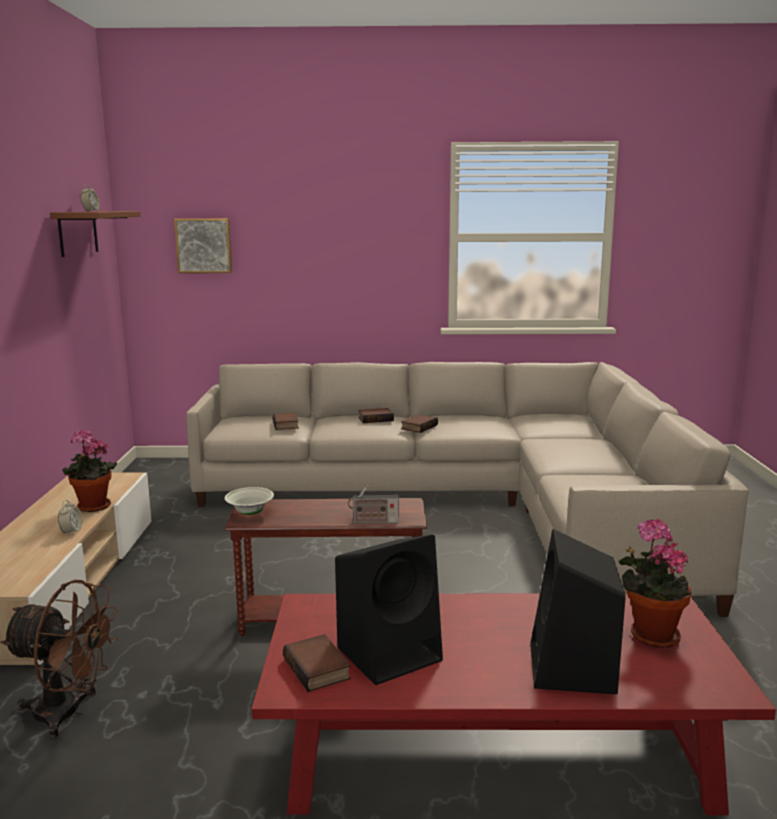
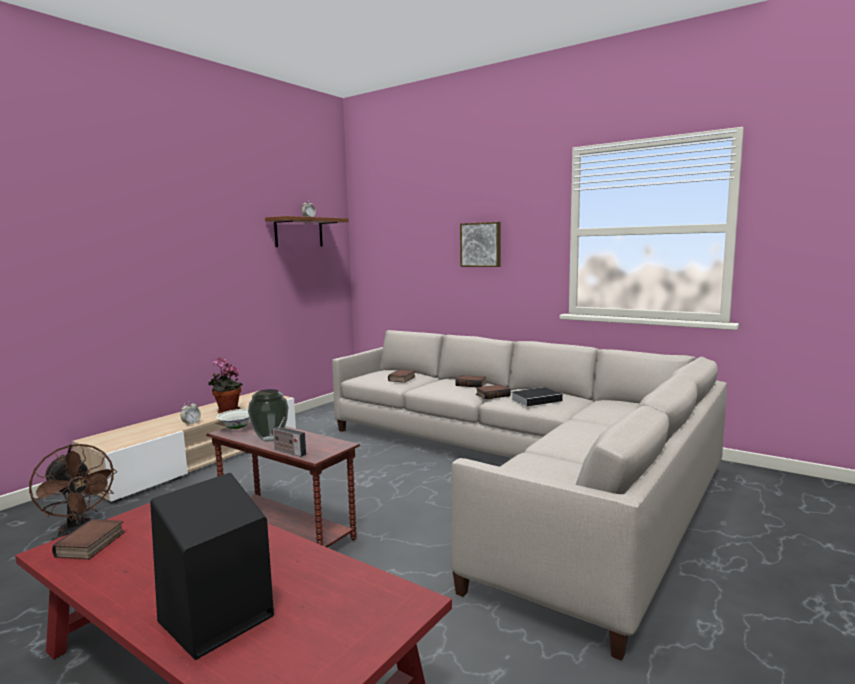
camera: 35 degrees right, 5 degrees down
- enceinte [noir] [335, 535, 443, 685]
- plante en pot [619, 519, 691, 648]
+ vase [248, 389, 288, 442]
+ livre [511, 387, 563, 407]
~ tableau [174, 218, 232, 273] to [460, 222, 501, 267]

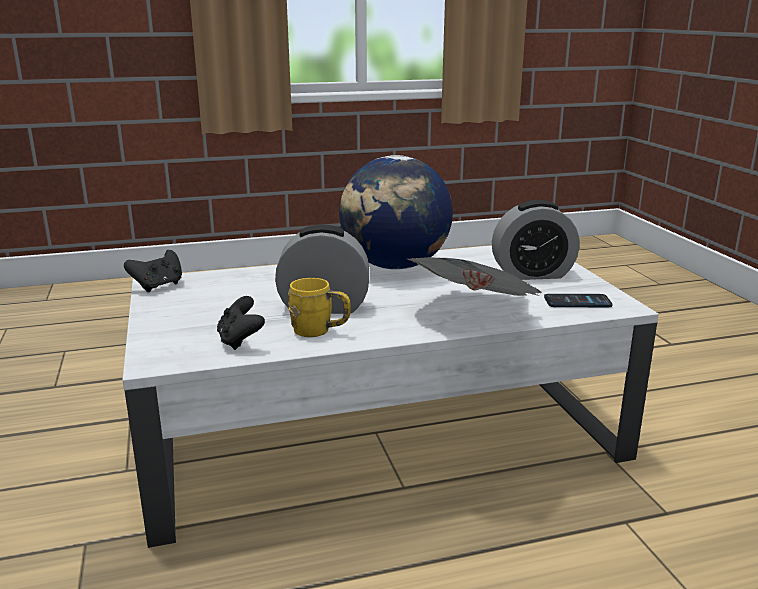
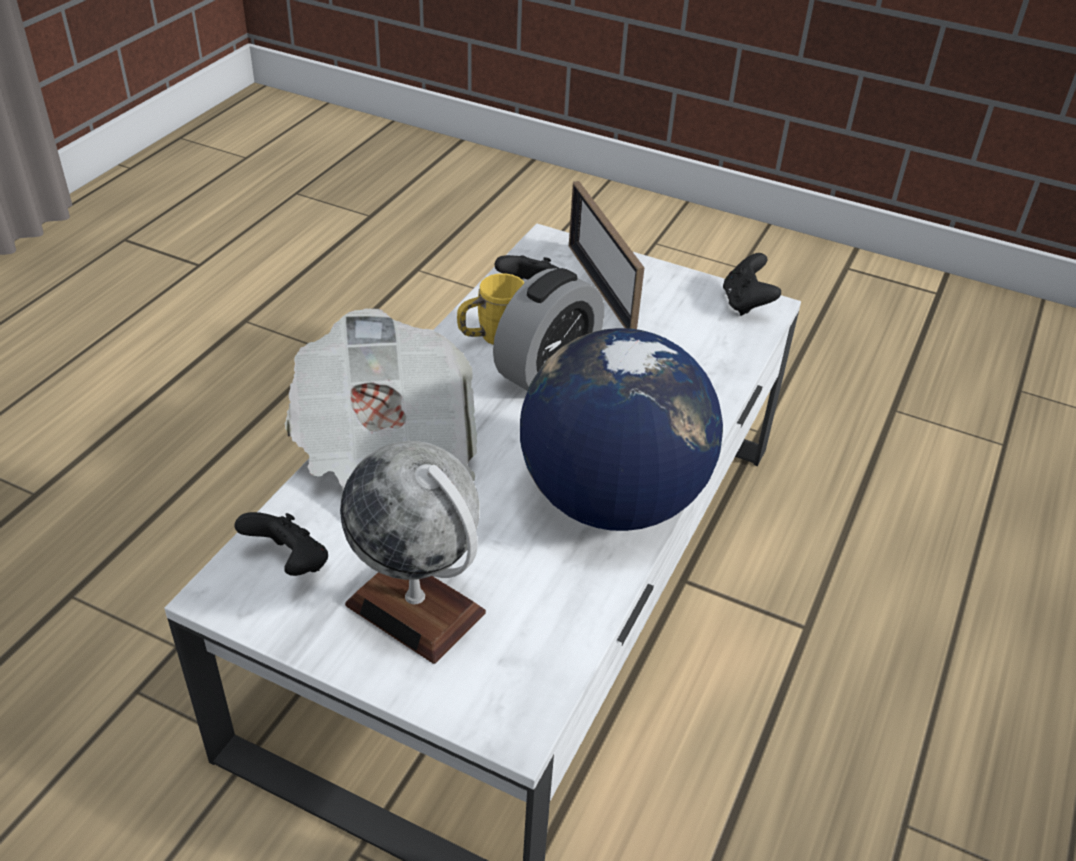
camera: 130 degrees right, 20 degrees up
+ cadre photo [569, 181, 644, 329]
~ réveil [492, 200, 580, 280] to globe [340, 441, 486, 664]
~ téléphone [544, 294, 613, 307] to manette [noir] [234, 512, 328, 576]

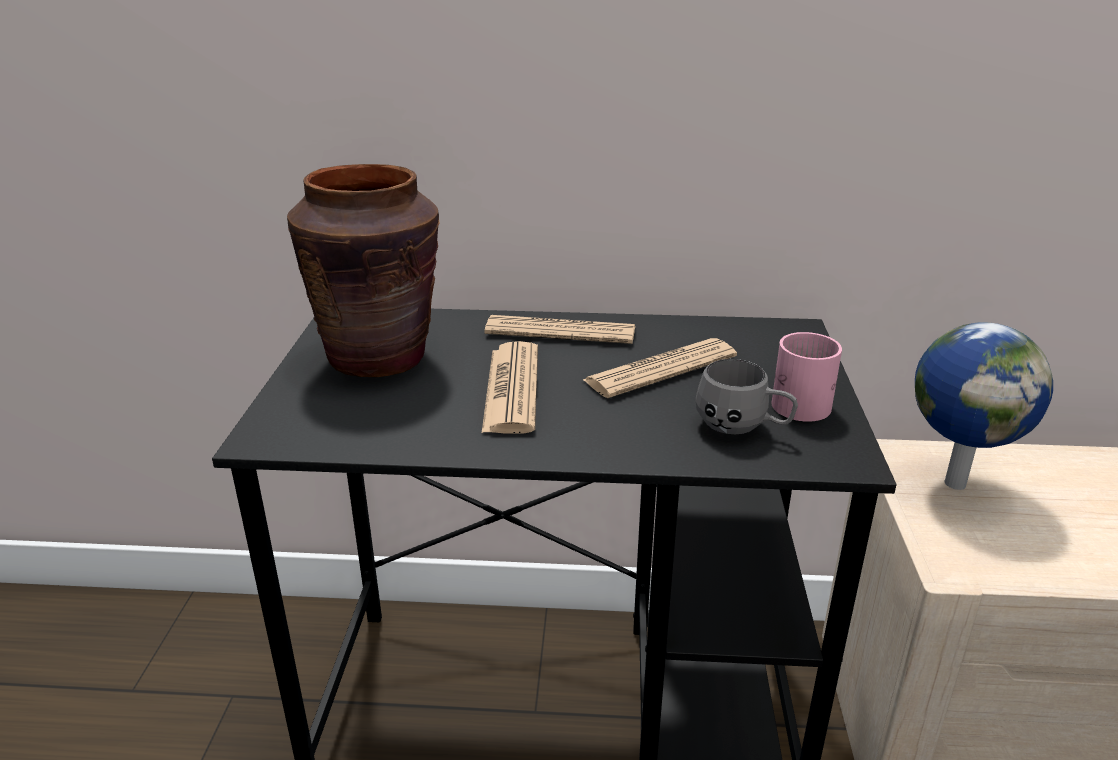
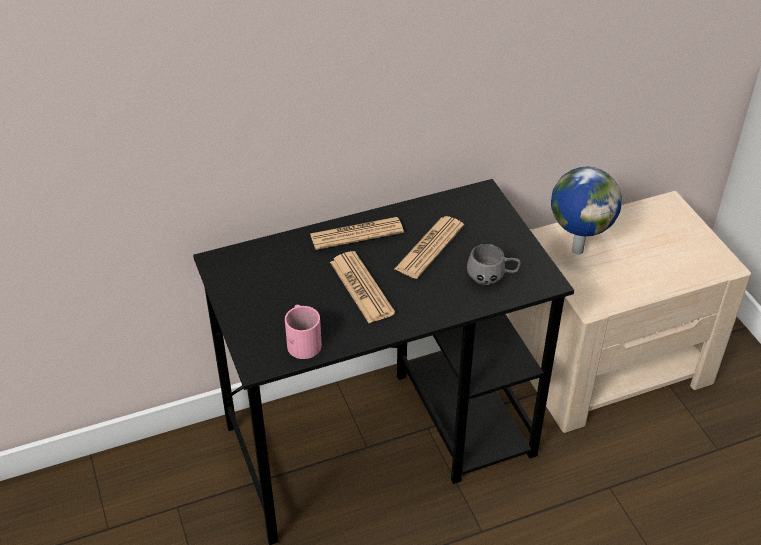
camera: 25 degrees left, 15 degrees up
- vase [marron] [287, 164, 440, 377]
~ mug [rose] [771, 332, 842, 422] to [285, 305, 322, 359]

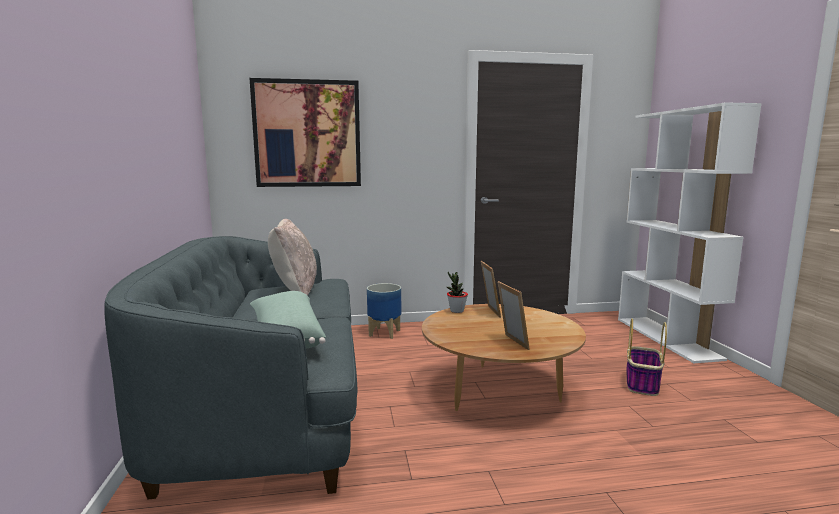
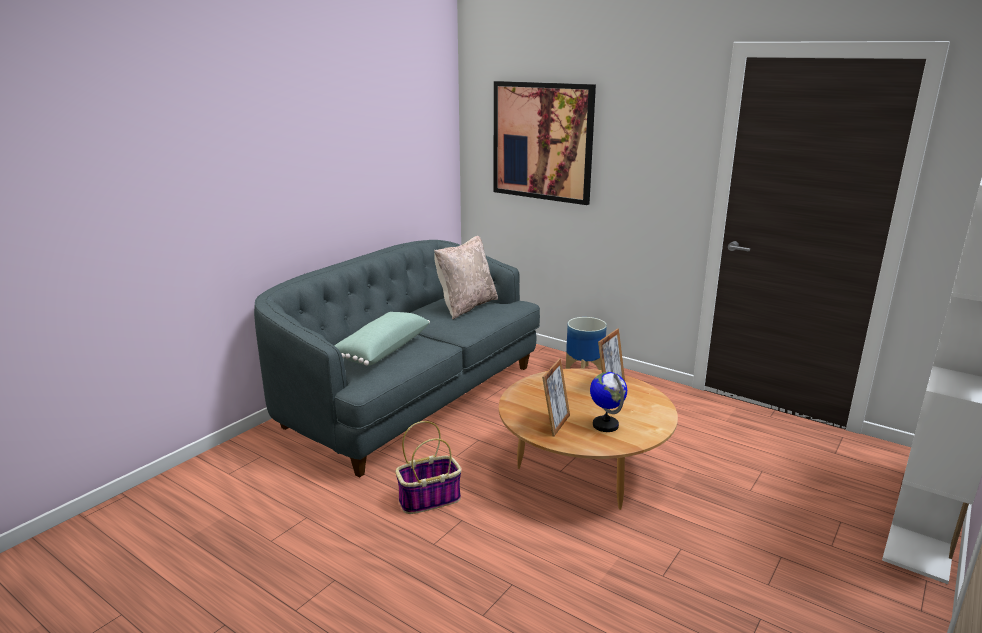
camera: 45 degrees right, 10 degrees up
- plante en pot [447, 272, 468, 313]
+ globe [590, 372, 627, 432]
~ panier [627, 318, 667, 396] to [395, 421, 462, 514]

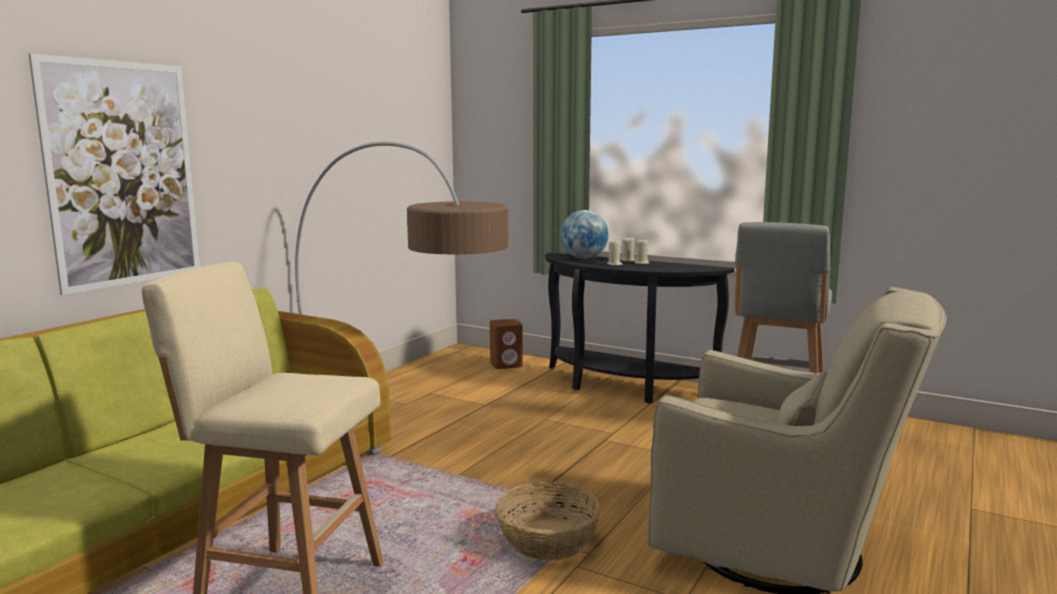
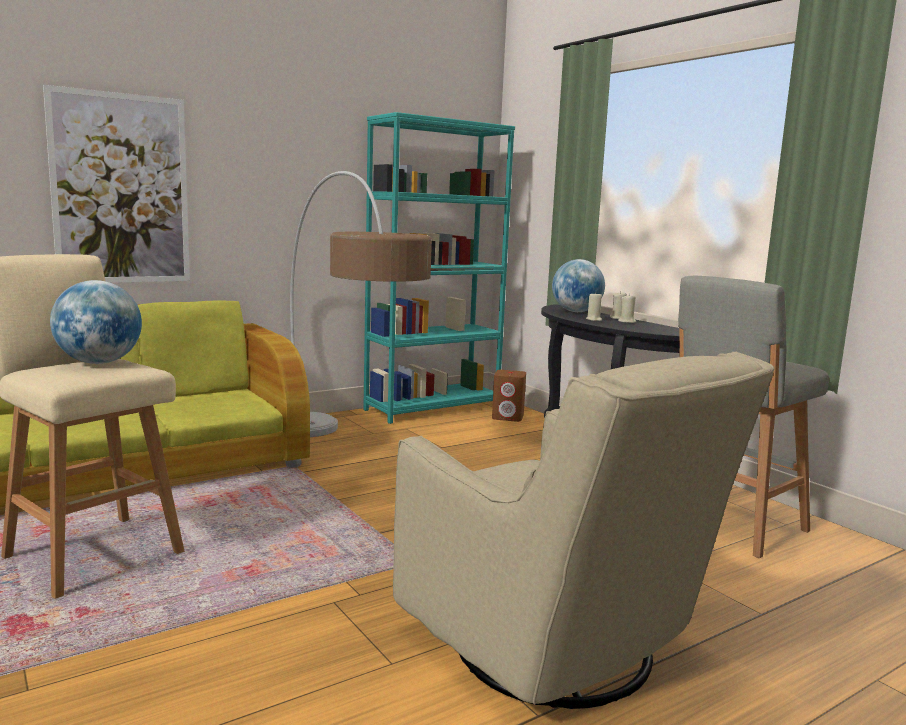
camera: 25 degrees right, 0 degrees up
- panier [495, 482, 601, 561]
+ globe [50, 280, 142, 364]
+ bibliothèque [turquoise] [363, 112, 515, 424]

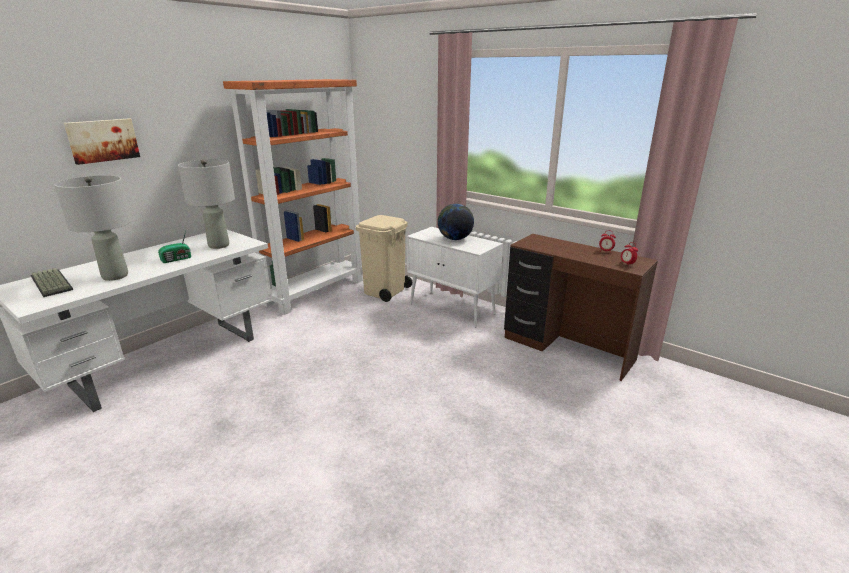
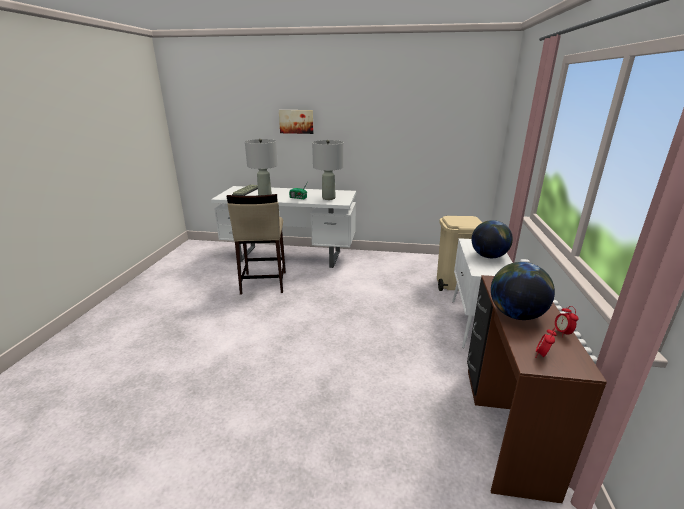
camera: 60 degrees right, 0 degrees up
- bibliothèque [orange] [223, 79, 363, 315]
+ tabouret [beige] [226, 194, 286, 294]
+ globe [491, 262, 555, 320]

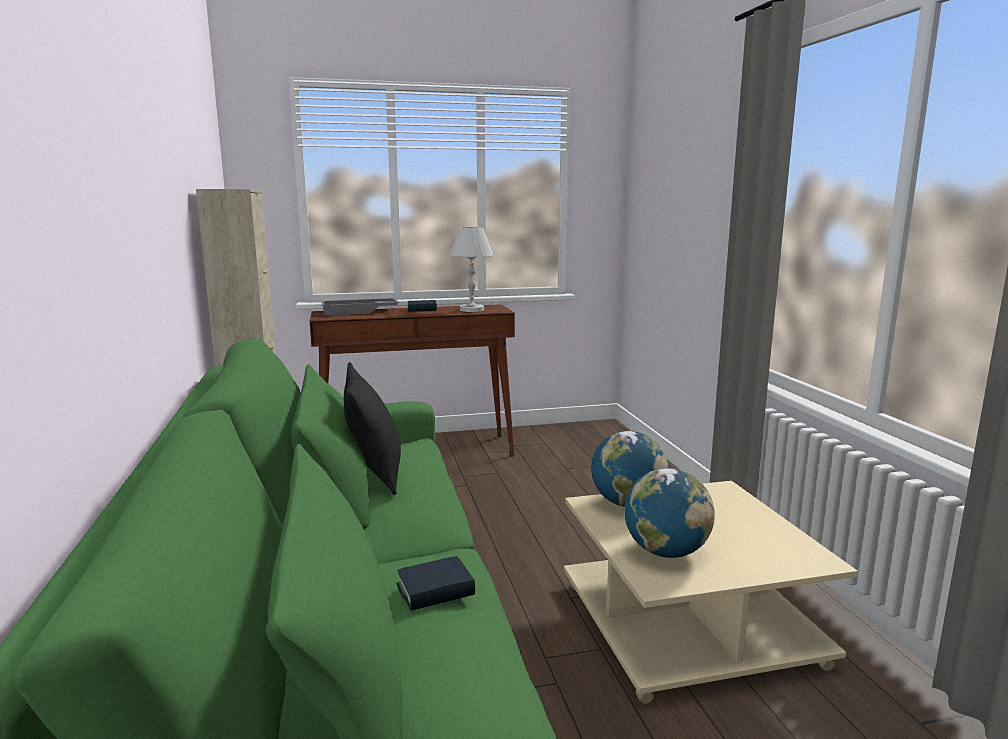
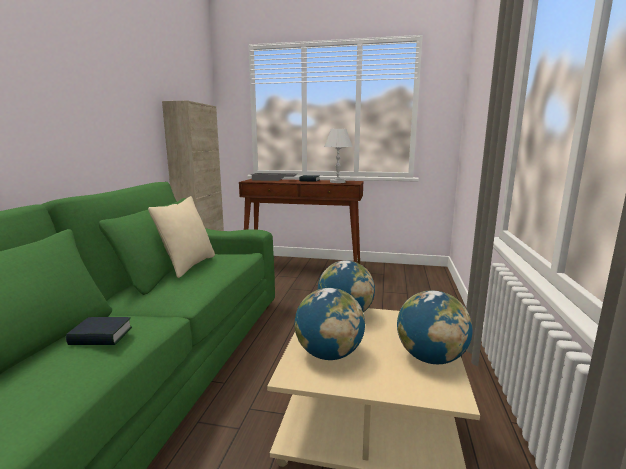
camera: 25 degrees right, 0 degrees up
+ globe [397, 290, 473, 364]
~ coussin [noir] [344, 362, 401, 495] to coussin [beige] [148, 196, 215, 278]

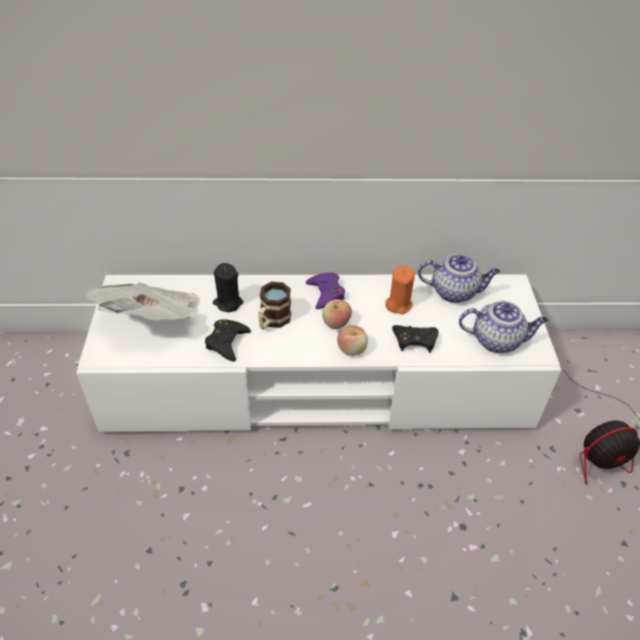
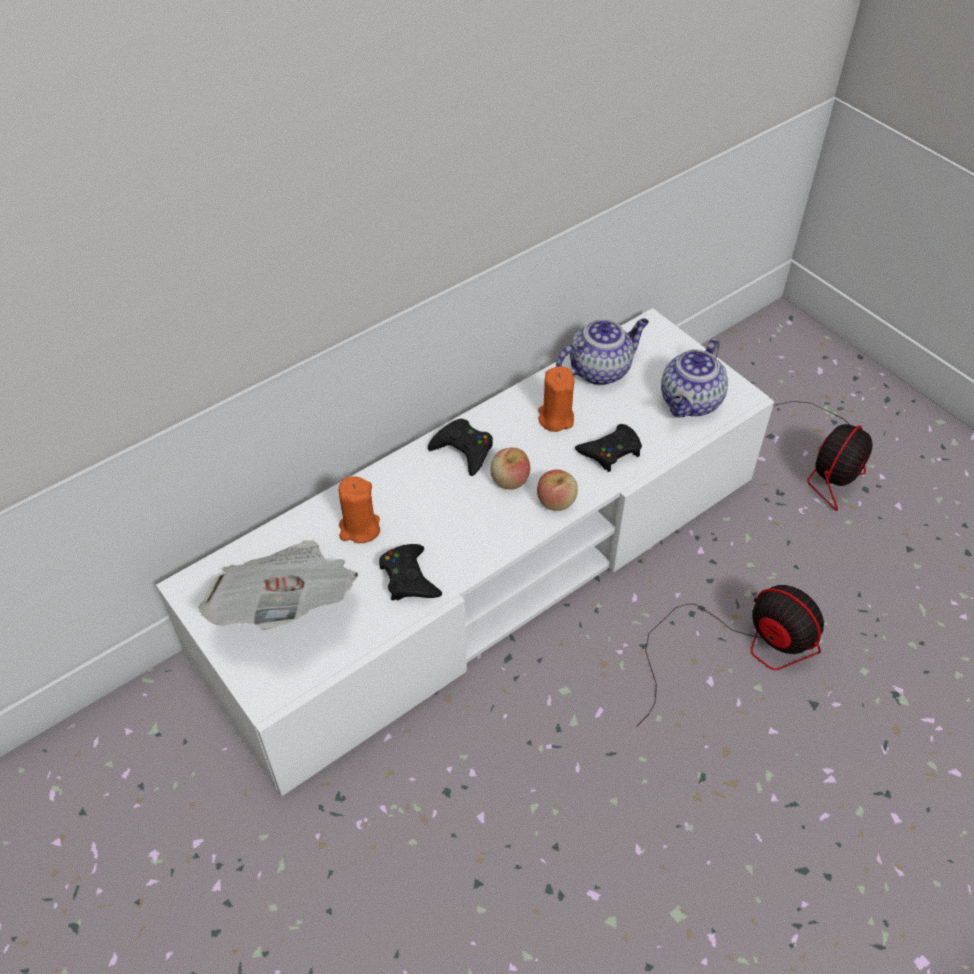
camera: 35 degrees left, 5 degrees up
- mug [258, 282, 291, 330]
+ ventilateur [637, 585, 824, 726]
~ bougie [noir] [213, 263, 243, 312] to bougie [orange] [339, 476, 380, 543]
~ manette [violet] [306, 272, 345, 309] to manette [noir] [428, 419, 493, 476]
~ théière [459, 301, 548, 353] = [661, 338, 728, 418] 150 degrees clockwise

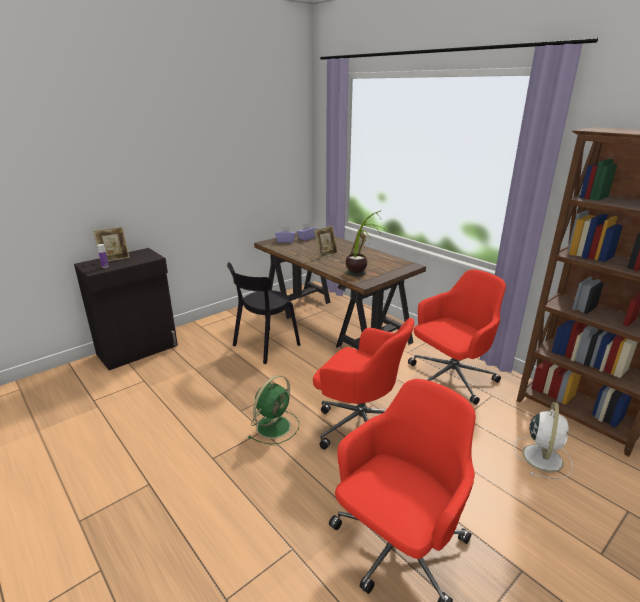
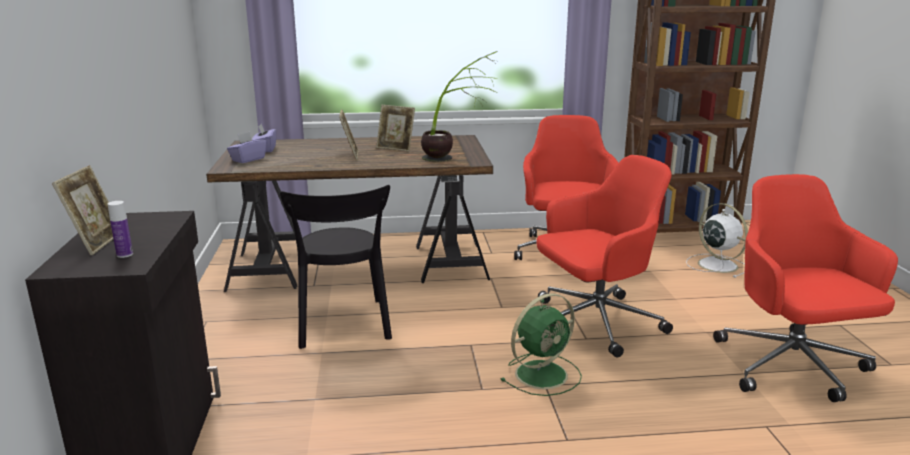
camera: 55 degrees left, 5 degrees down
~ ventilateur [vert] [248, 375, 299, 445] = [500, 293, 582, 396] 75 degrees clockwise

